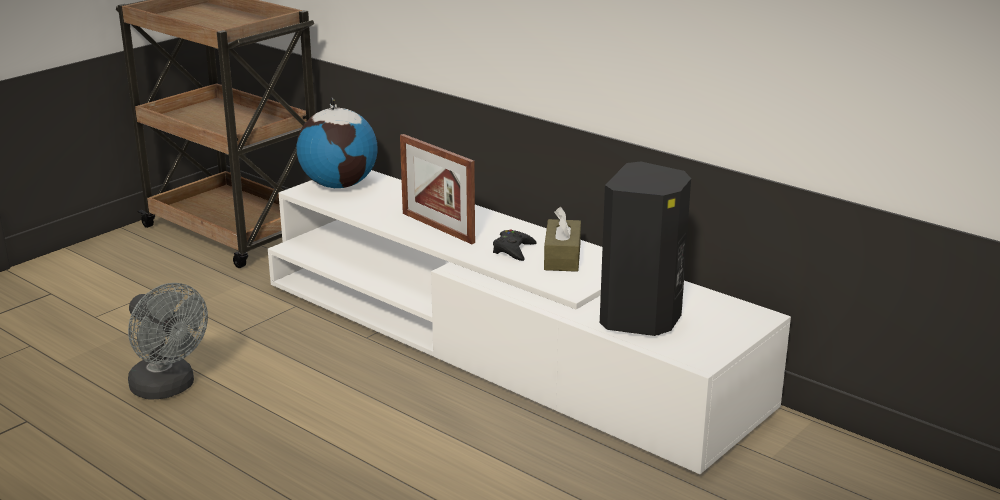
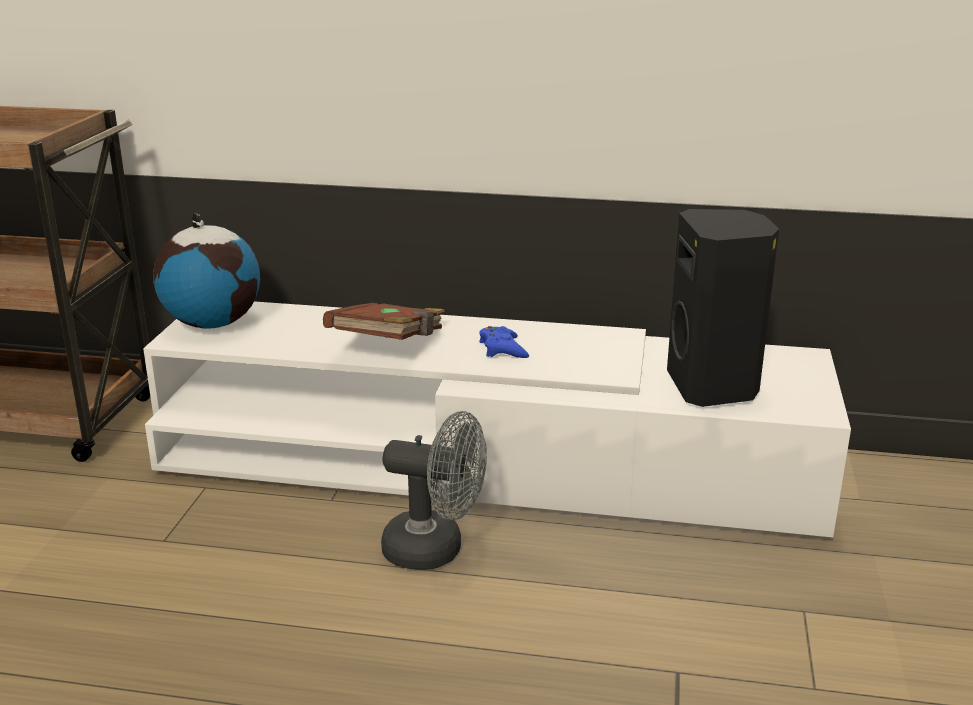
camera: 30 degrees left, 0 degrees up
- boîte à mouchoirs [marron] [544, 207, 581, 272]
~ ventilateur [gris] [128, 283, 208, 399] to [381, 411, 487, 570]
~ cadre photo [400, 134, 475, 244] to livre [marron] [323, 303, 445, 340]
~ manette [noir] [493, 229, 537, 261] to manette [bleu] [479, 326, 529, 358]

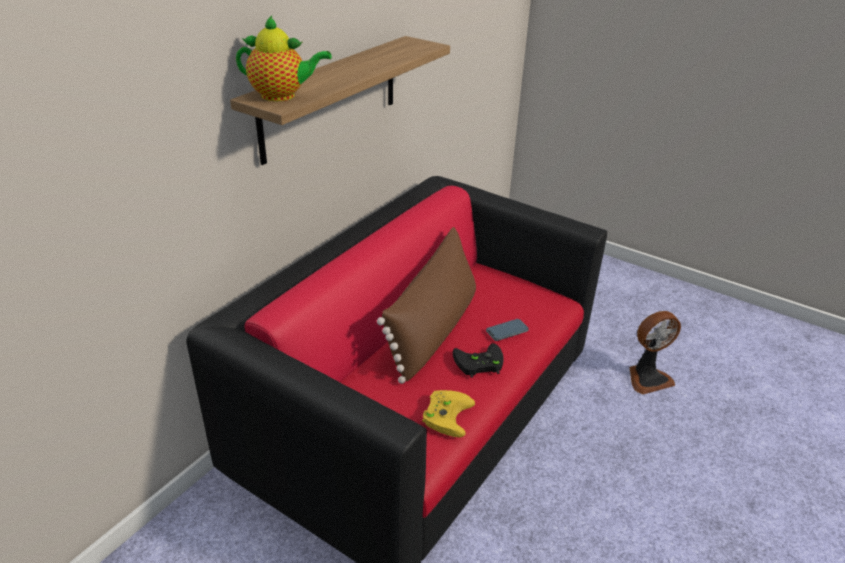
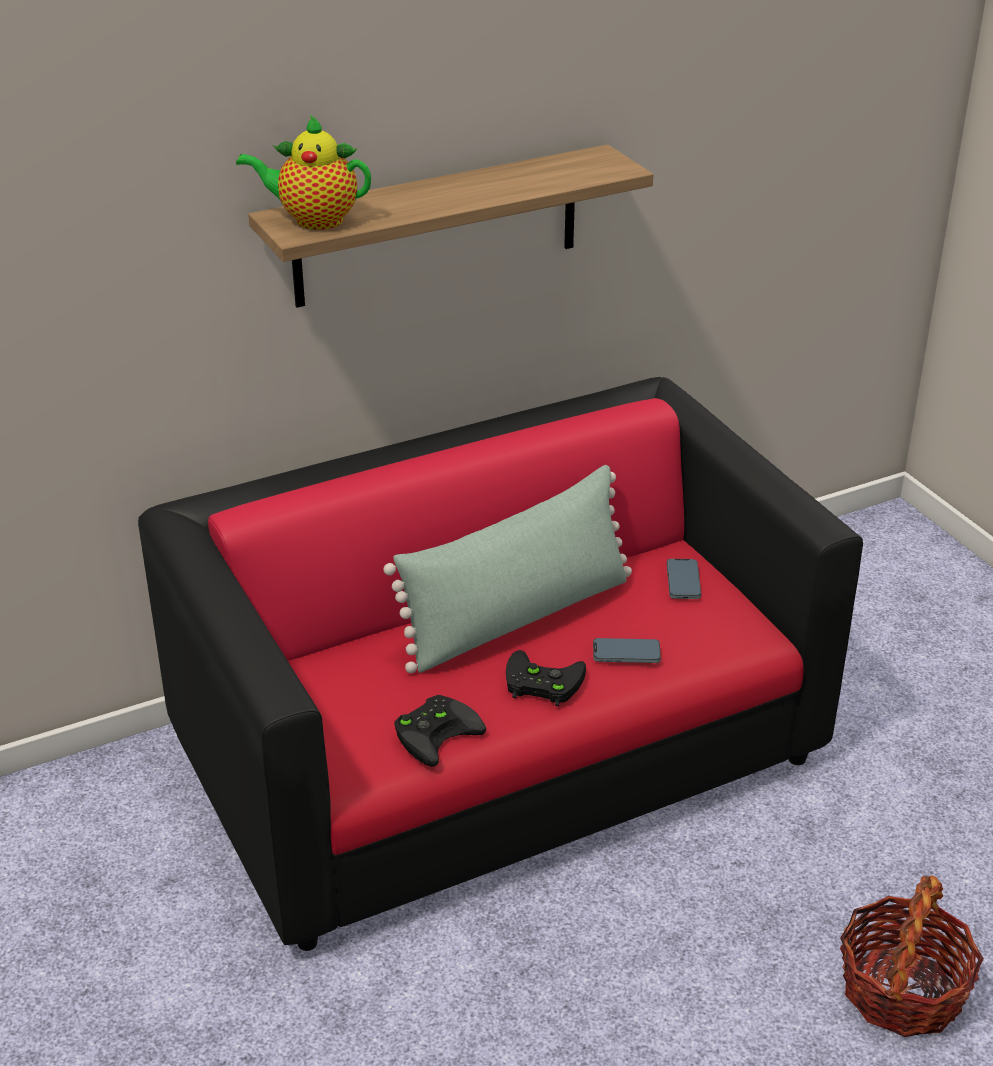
camera: 30 degrees right, 0 degrees up
- ventilateur [629, 311, 681, 395]
+ téléphone [667, 559, 701, 599]
+ panier [840, 876, 984, 1037]
~ coussin [marron] [377, 227, 476, 384] to coussin [vert] [383, 465, 632, 673]
~ manette [jaune] [422, 390, 475, 437] to manette [noir] [394, 695, 486, 767]
~ théière [236, 16, 332, 101] = [236, 115, 371, 230] 150 degrees clockwise

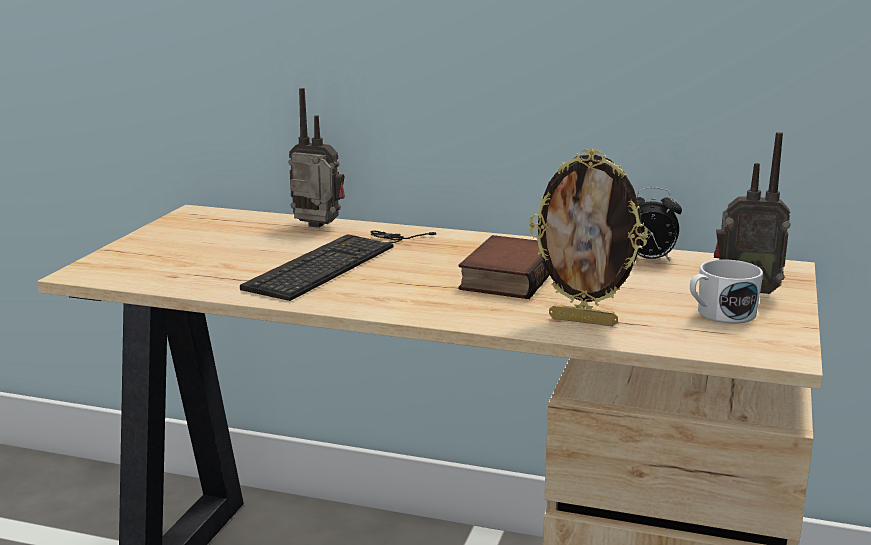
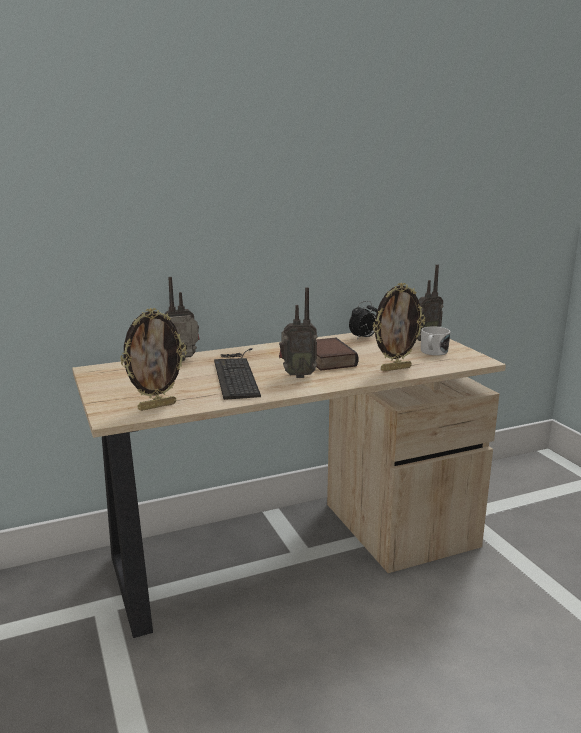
camera: 40 degrees left, 0 degrees up
+ cadre photo [120, 308, 187, 411]
+ radio [279, 287, 318, 378]

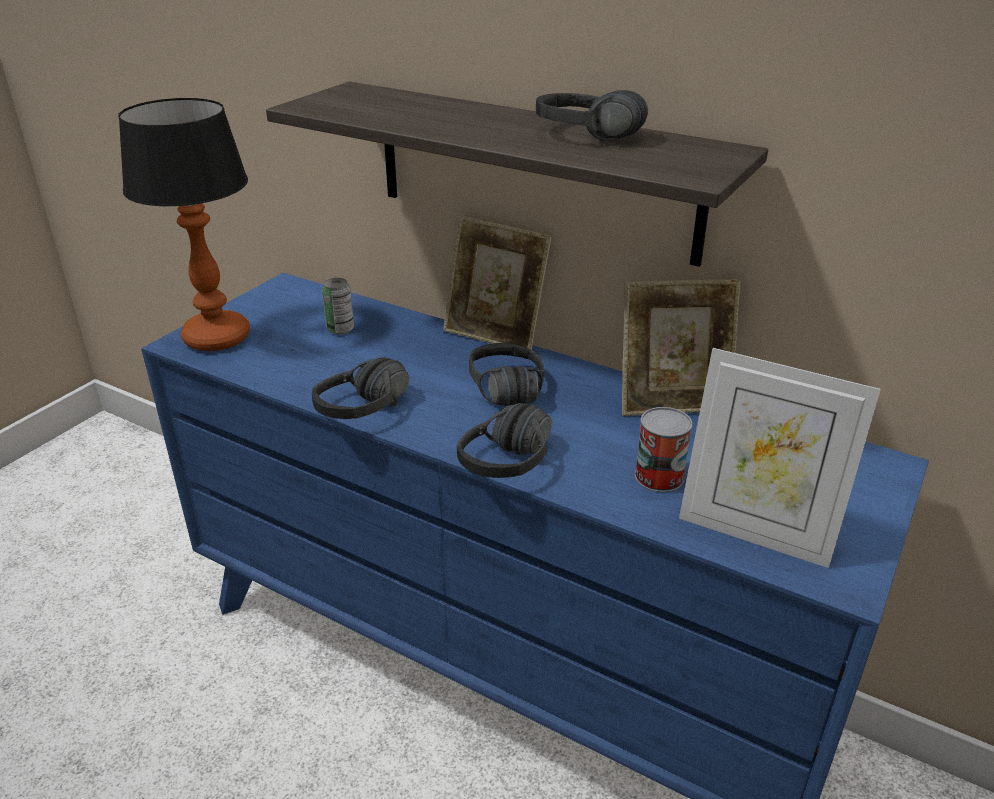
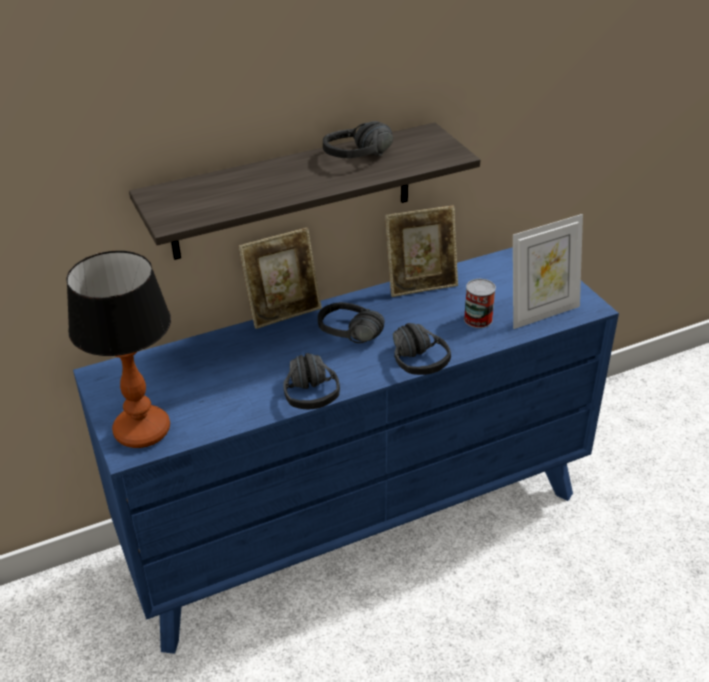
camera: 55 degrees left, 5 degrees up
- boîte métallique [322, 278, 354, 335]
~ cadre photo [622, 279, 740, 416] = [385, 206, 458, 297] 45 degrees clockwise

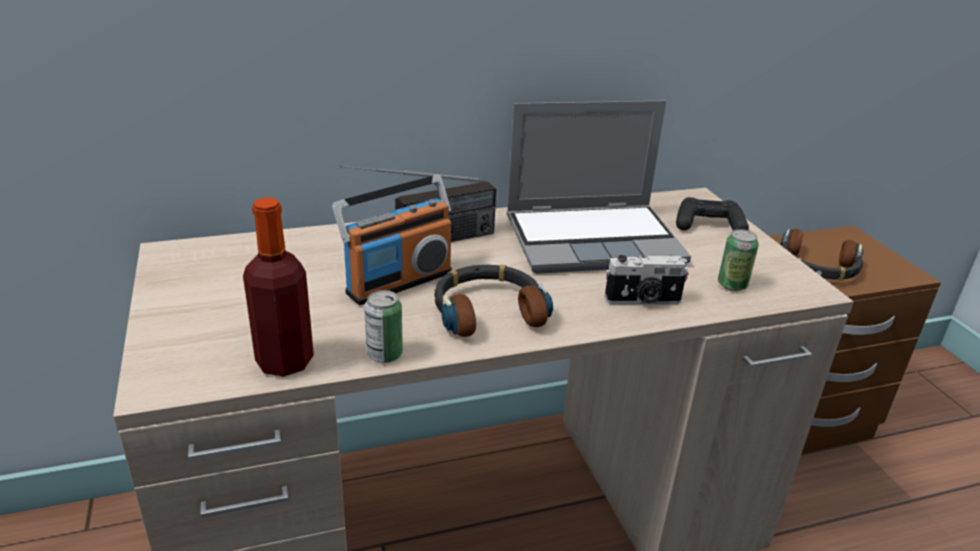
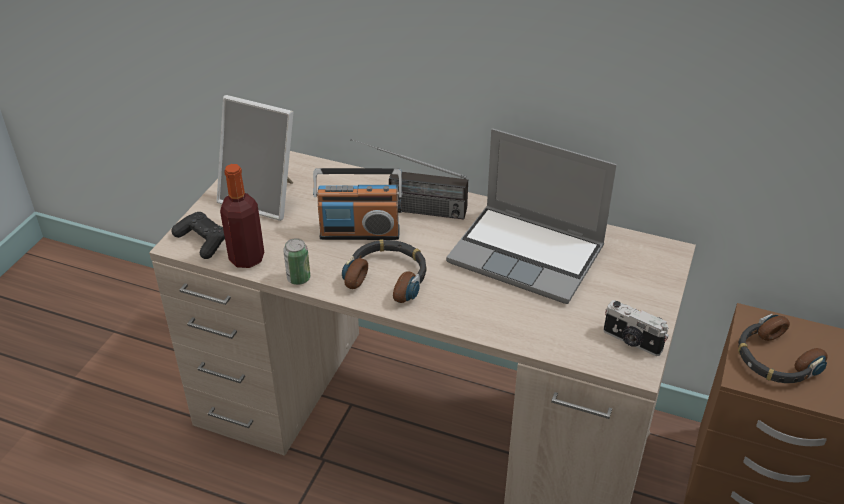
camera: 40 degrees right, 10 degrees up
- boîte métallique [718, 229, 759, 291]
+ cadre photo [217, 95, 293, 221]
~ appareil photo [605, 255, 689, 304] to [603, 300, 669, 356]
~ manette [noir] [676, 197, 749, 230] to [172, 212, 225, 259]

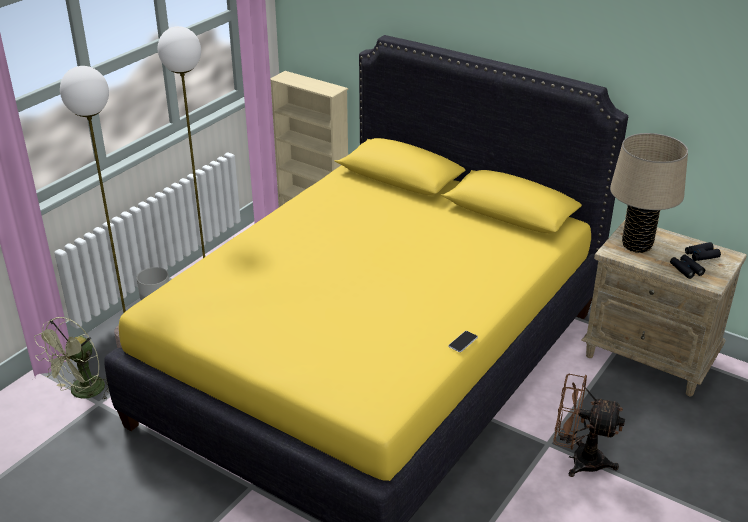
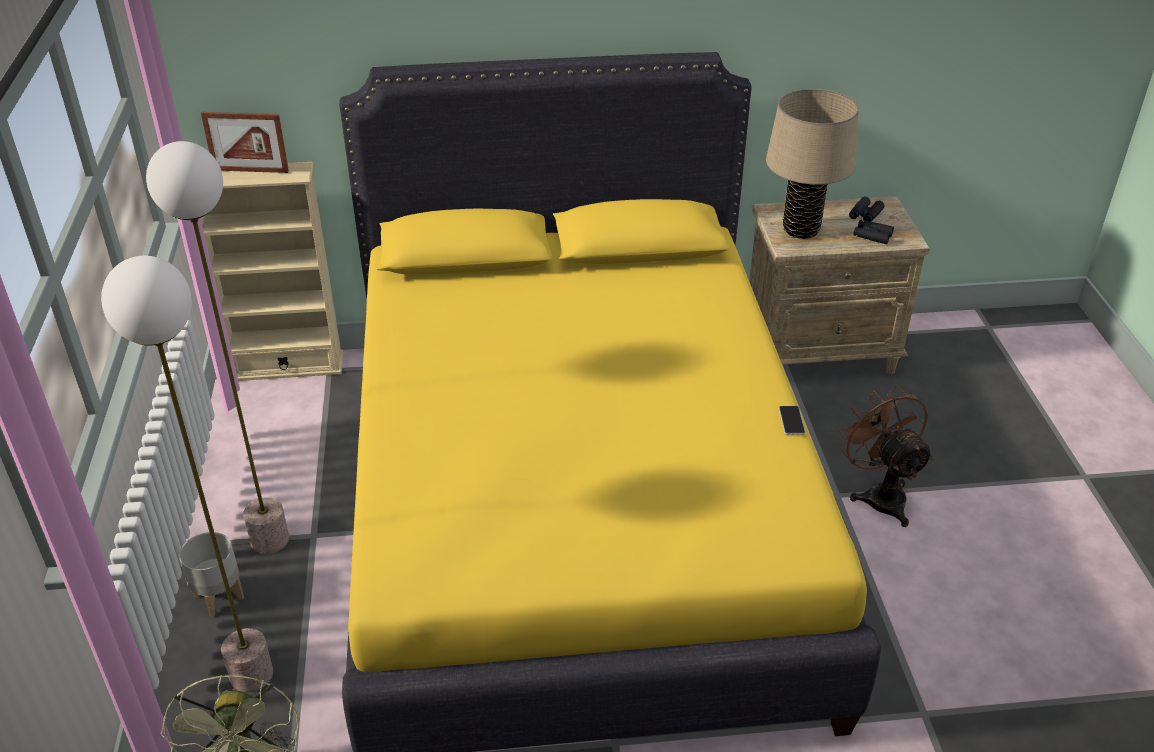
camera: 40 degrees left, 5 degrees up
+ cadre photo [201, 112, 289, 173]
~ ventilateur [marron] [553, 374, 625, 477] = [838, 385, 933, 527] 90 degrees clockwise

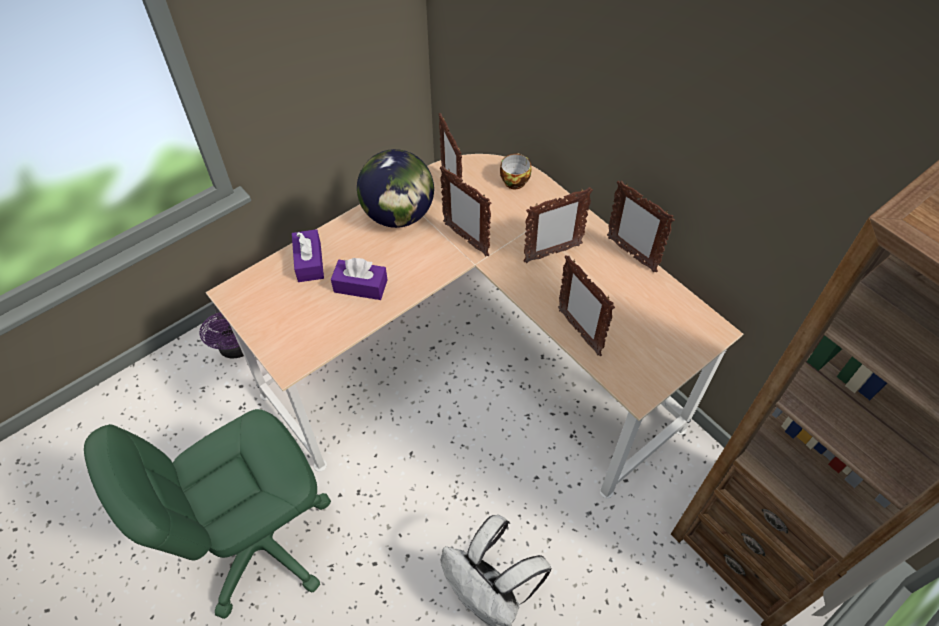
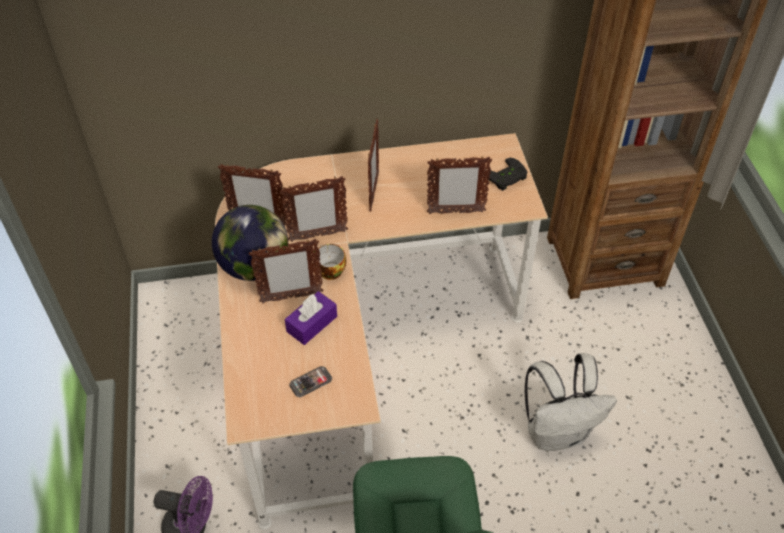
camera: 60 degrees left, 5 degrees down
- boîte à mouchoirs [violet] [292, 229, 324, 282]
+ téléphone [290, 366, 332, 397]
+ manette [noir] [483, 158, 528, 191]
~ tasse [500, 153, 531, 189] to [313, 244, 346, 280]
~ cadre photo [607, 180, 675, 272] to [249, 239, 323, 303]

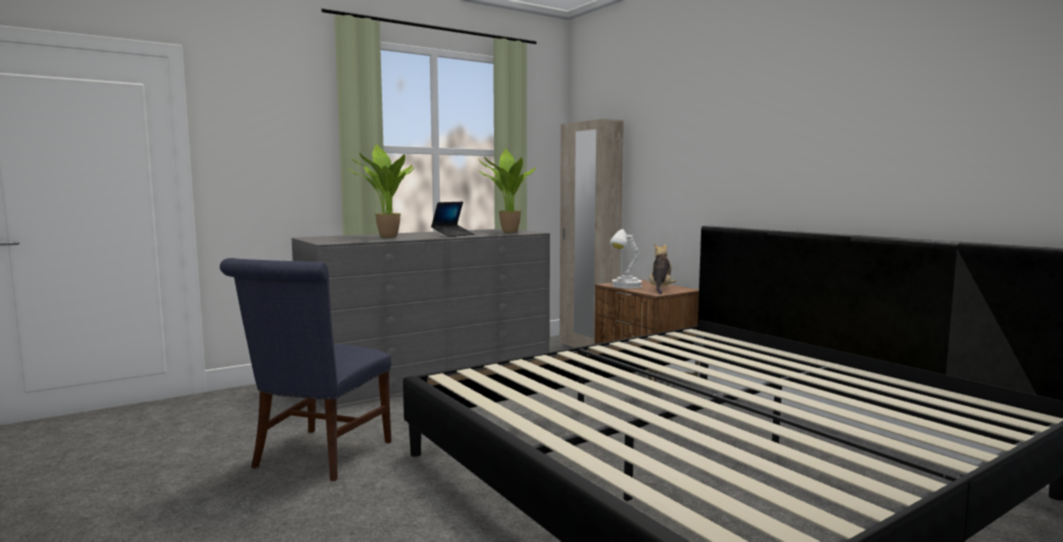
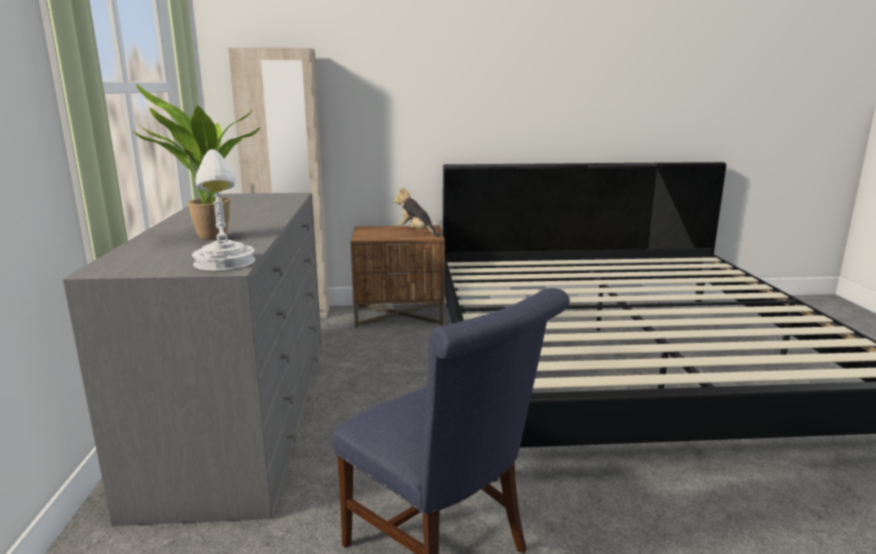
camera: 60 degrees left, 10 degrees up
- ordinateur portable [431, 202, 475, 237]
- plante en pot [479, 149, 536, 233]
~ lampe de table [blanc] [610, 229, 642, 288] to [192, 149, 255, 271]

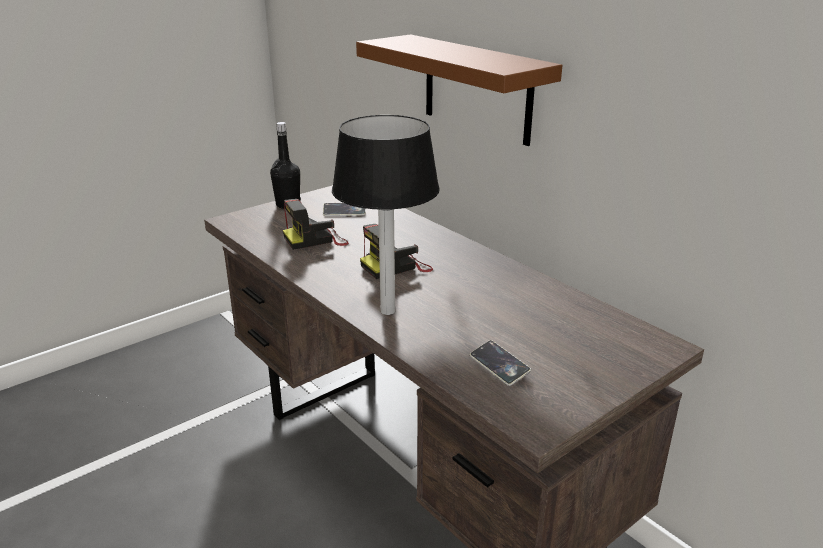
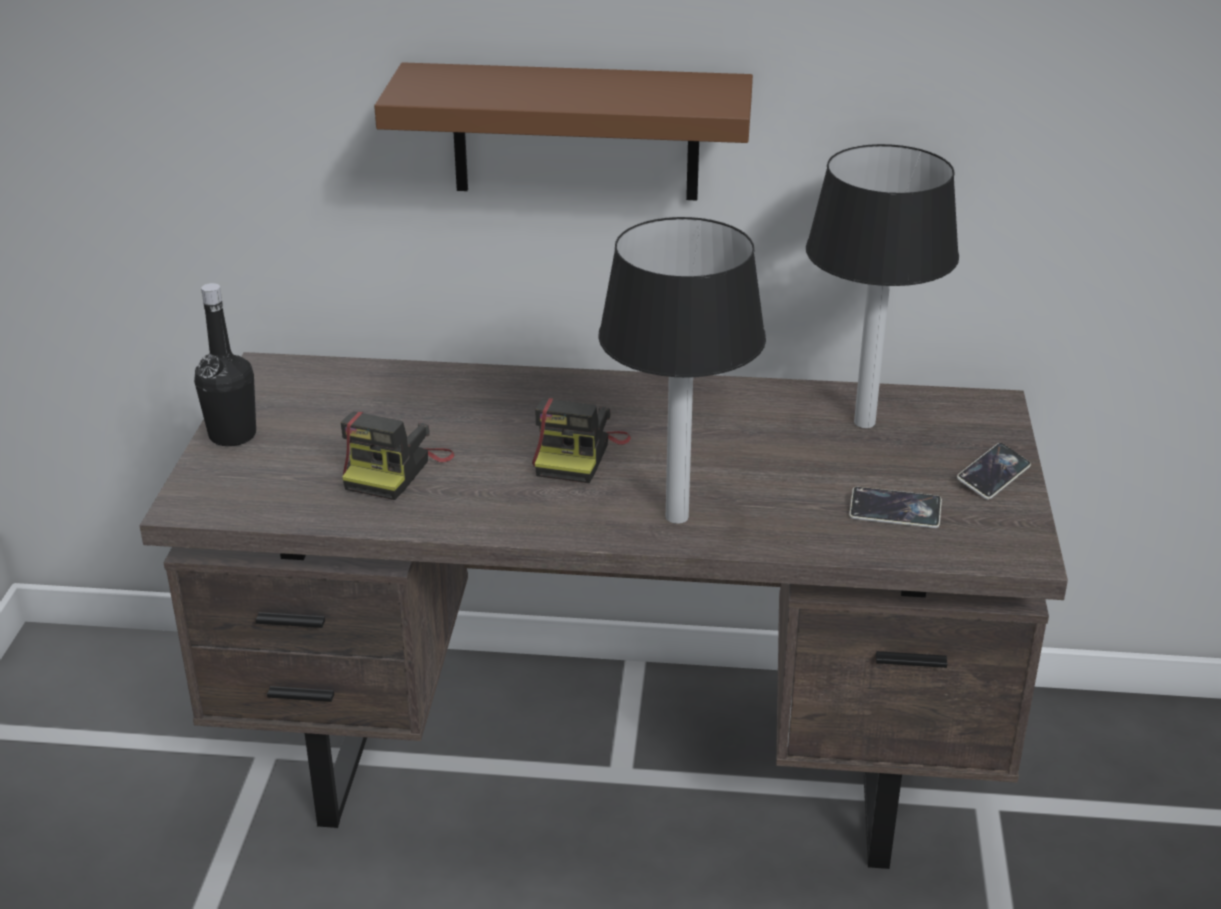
camera: 45 degrees left, 5 degrees up
+ lampe de table [806, 144, 959, 428]
~ téléphone [323, 203, 366, 216] to [957, 443, 1031, 500]

